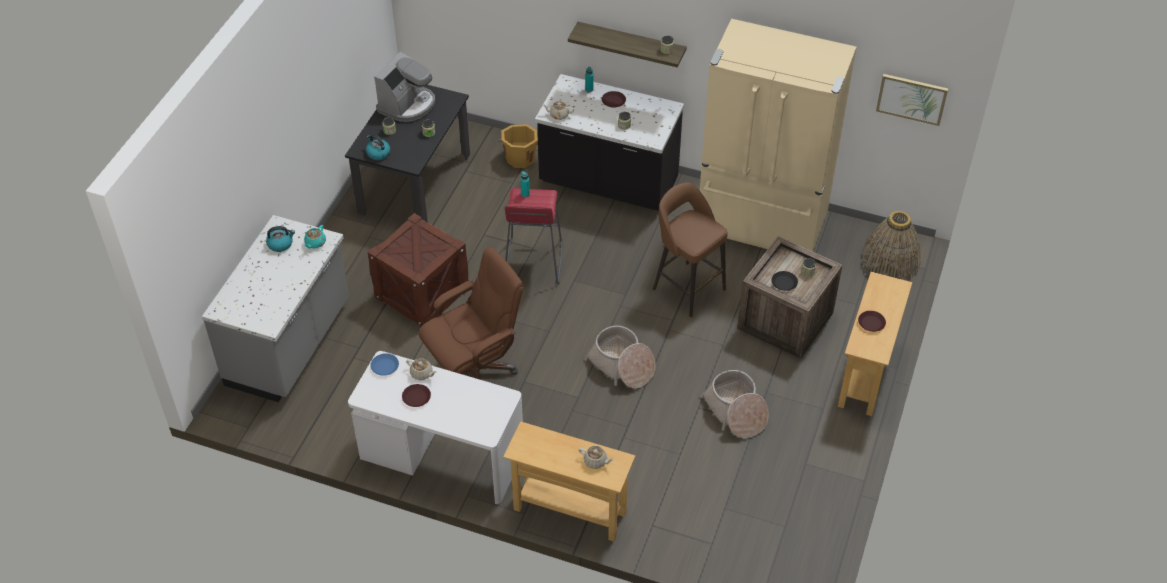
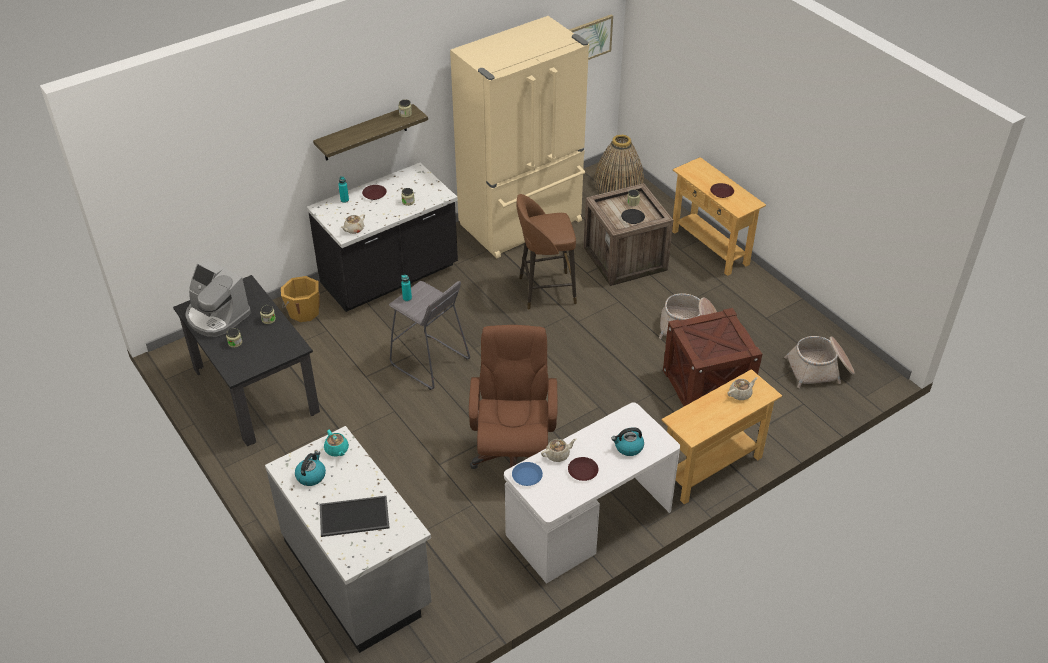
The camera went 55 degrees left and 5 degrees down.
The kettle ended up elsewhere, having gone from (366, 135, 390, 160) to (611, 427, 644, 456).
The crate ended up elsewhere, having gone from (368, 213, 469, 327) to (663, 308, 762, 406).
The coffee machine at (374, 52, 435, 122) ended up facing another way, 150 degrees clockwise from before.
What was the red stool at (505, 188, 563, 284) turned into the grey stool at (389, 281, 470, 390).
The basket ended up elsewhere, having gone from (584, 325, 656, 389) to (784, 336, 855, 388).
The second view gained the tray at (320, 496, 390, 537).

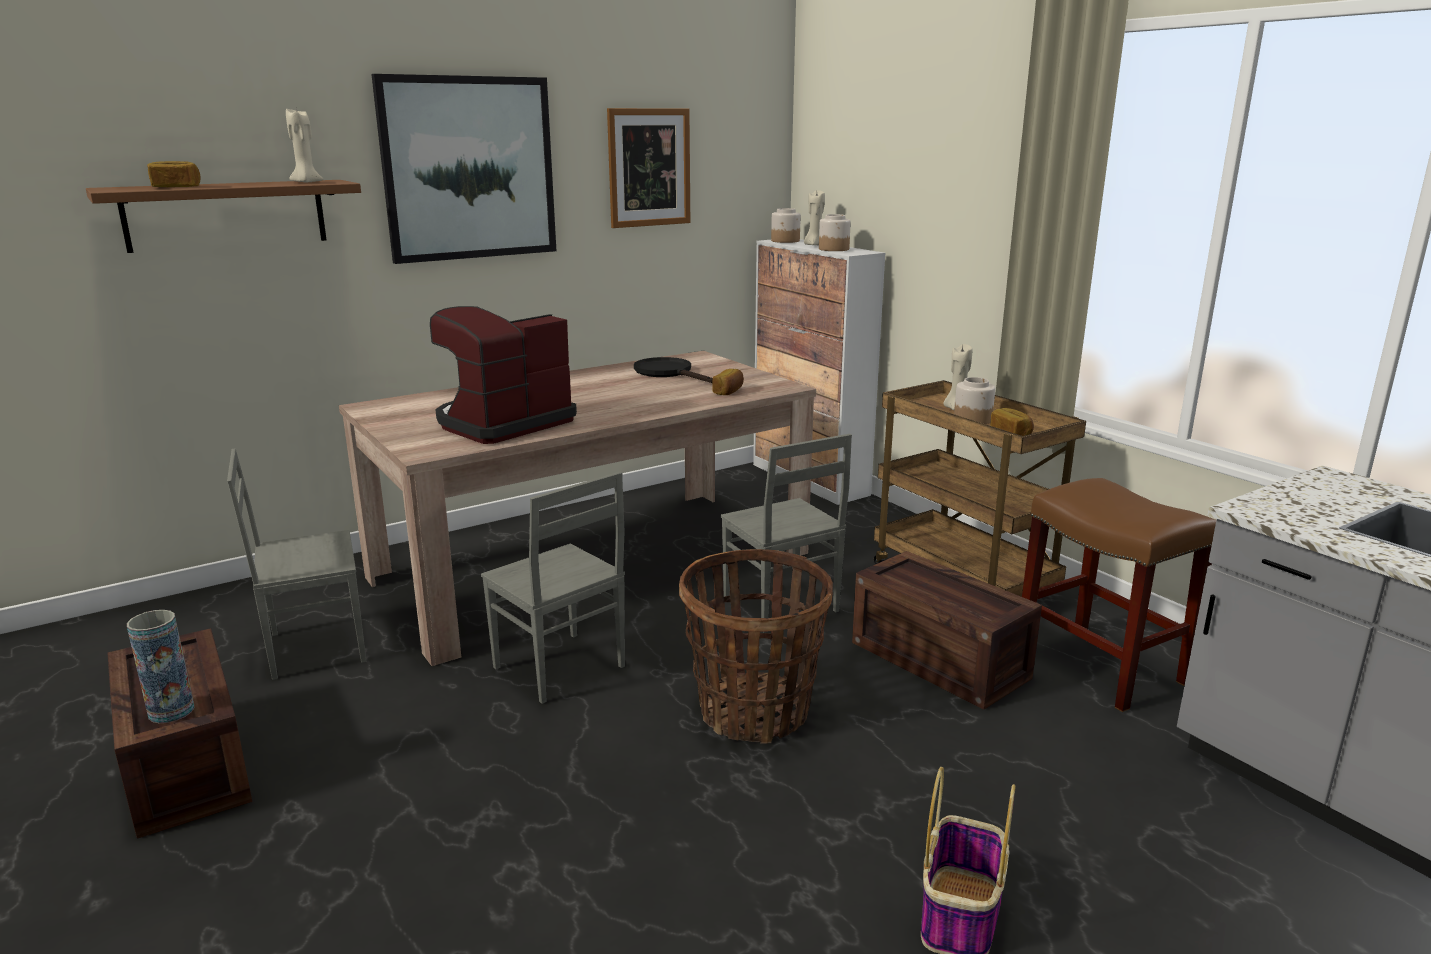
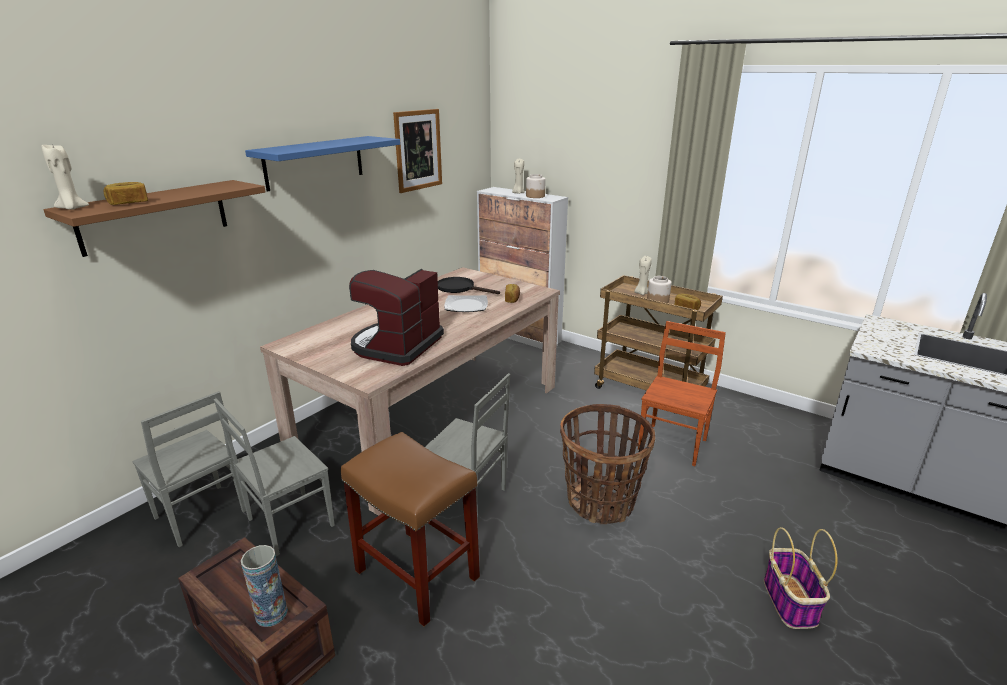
The camera went 20 degrees left and 5 degrees up.
The beige candle ended up elsewhere, having gone from (286, 107, 324, 183) to (42, 144, 89, 210).
Where the picture hung at (371, 74, 556, 264), the blue shelf came to hang at (245, 136, 400, 192).
The grey chair ended up elsewhere, having gone from (721, 434, 852, 632) to (132, 391, 246, 547).
The second view lost the jar at (771, 208, 801, 243).
Where the crate stood at (852, 551, 1042, 710), the brown chair came to stand at (638, 321, 726, 466).
The brown stool ended up elsewhere, having gone from (1022, 478, 1216, 712) to (341, 432, 480, 627).
The second view gained the plate at (444, 295, 488, 312).

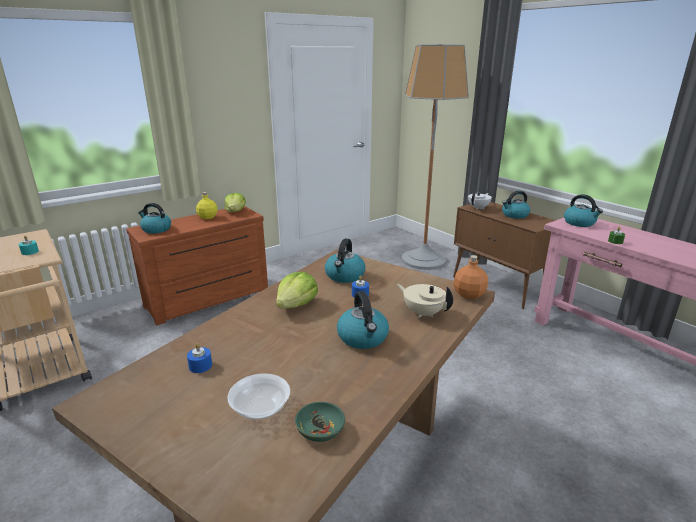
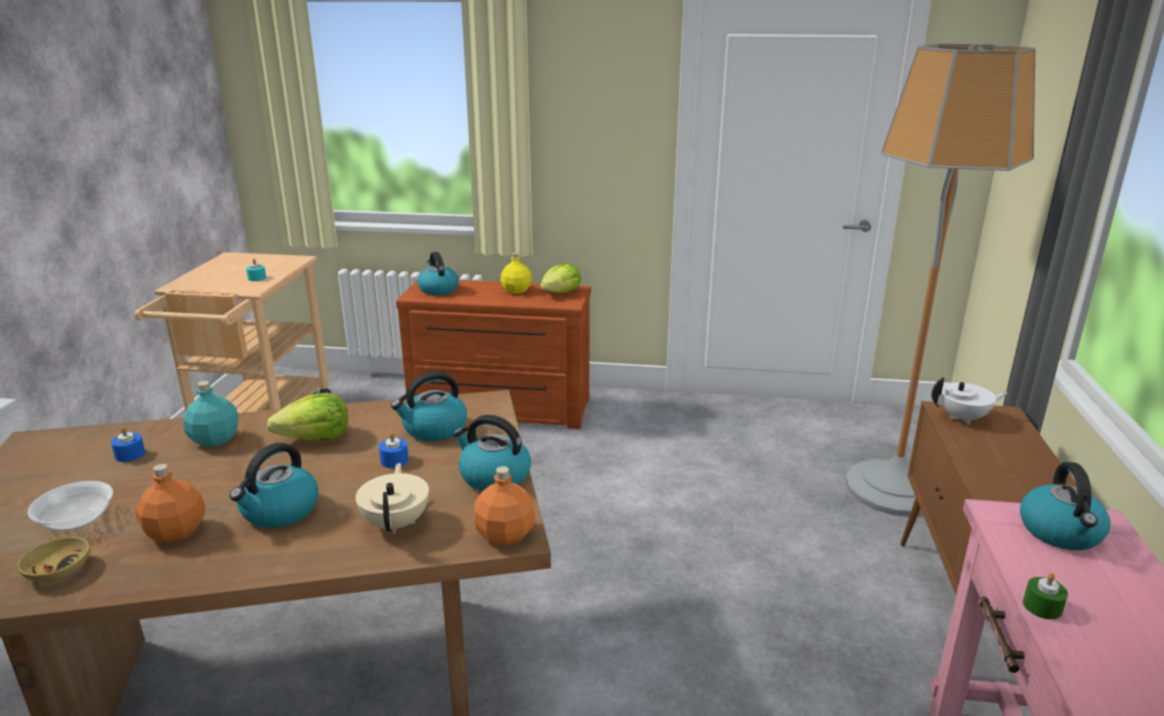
The camera went 45 degrees right and 0 degrees up.
What was the green bowl at (295, 401, 345, 442) turned into the beige bowl at (17, 537, 90, 582).
The kettle ended up elsewhere, having gone from (502, 191, 530, 219) to (453, 415, 531, 491).
The second view gained the orange bottle at (135, 464, 205, 543).
The second view gained the turquoise bottle at (183, 381, 239, 447).

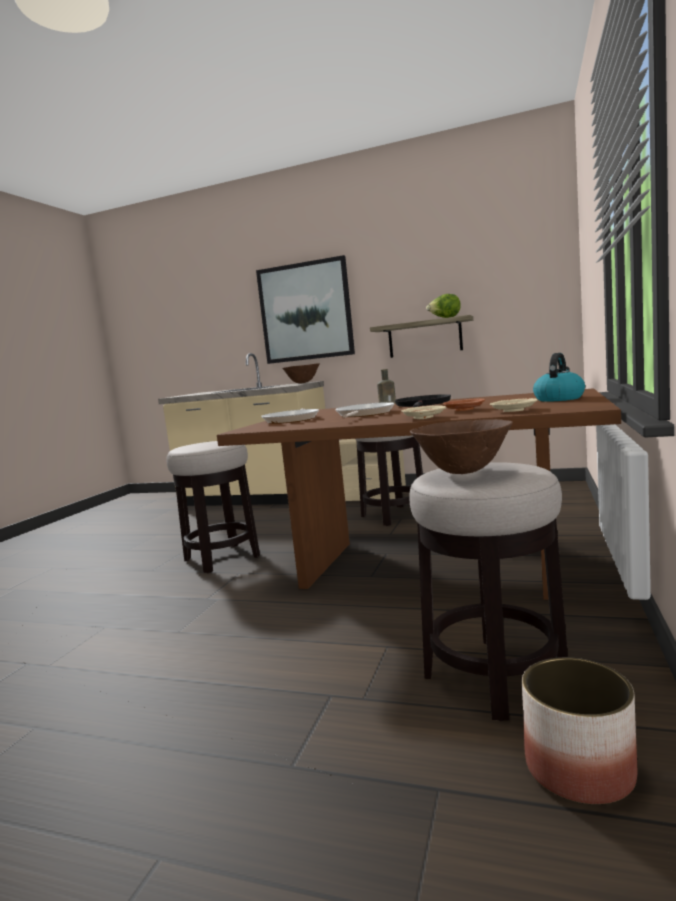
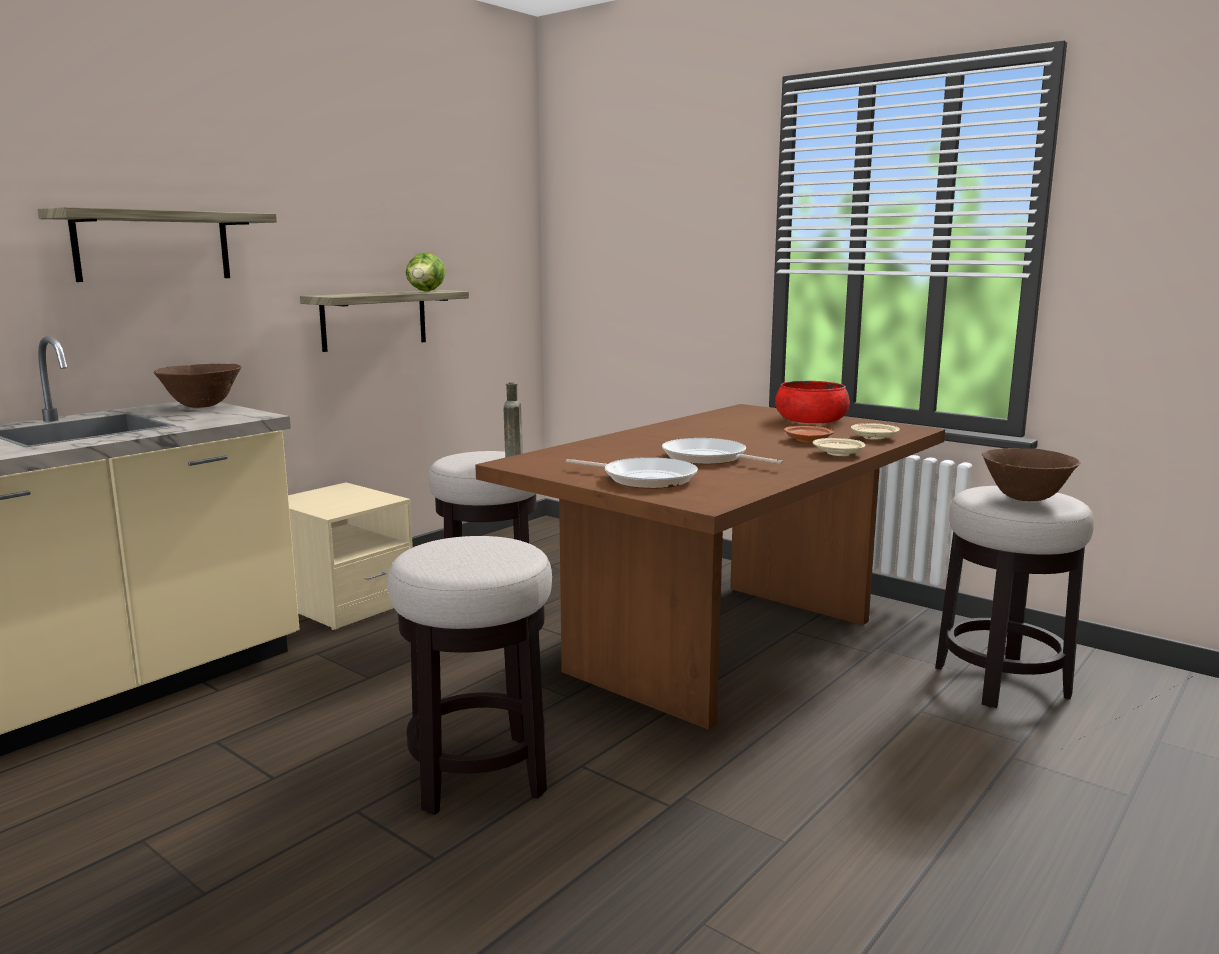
The camera went 70 degrees left and 5 degrees up.
Where the picture hung at (256, 255, 355, 364), the shelf came to hang at (38, 207, 277, 282).
The second view lost the black frying pan at (395, 394, 451, 407).
The second view lost the planter at (522, 657, 637, 804).
Where the kettle stood at (533, 353, 585, 402), the red bowl came to stand at (775, 381, 850, 423).

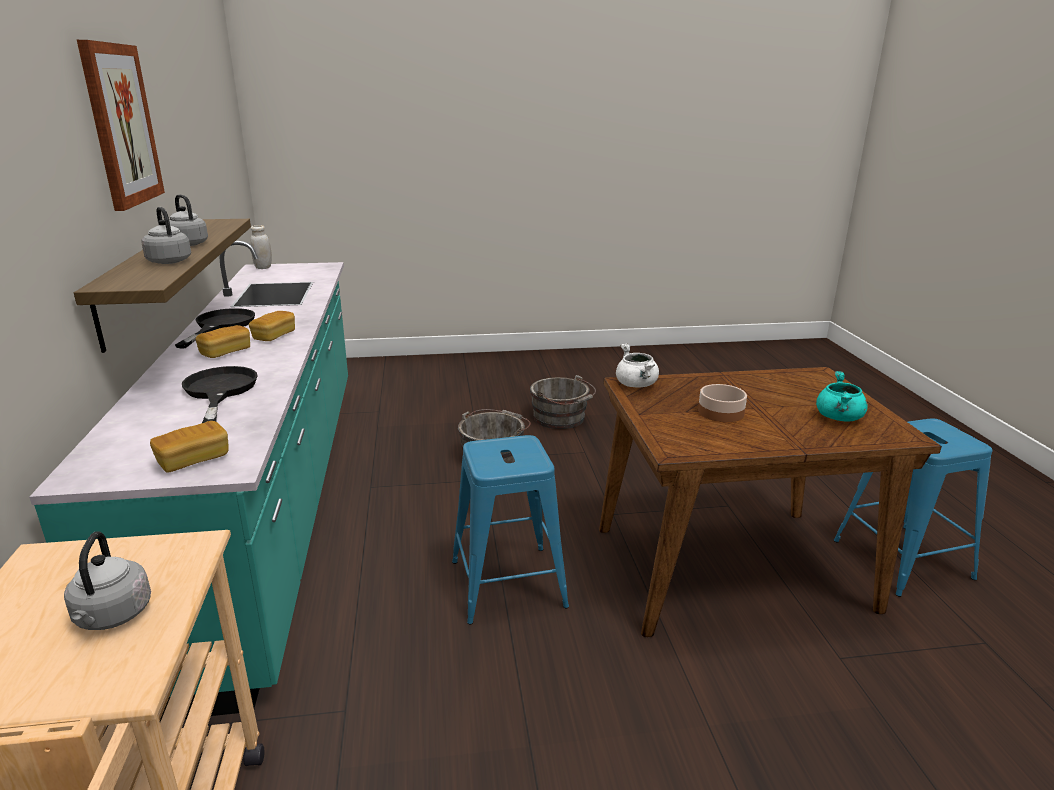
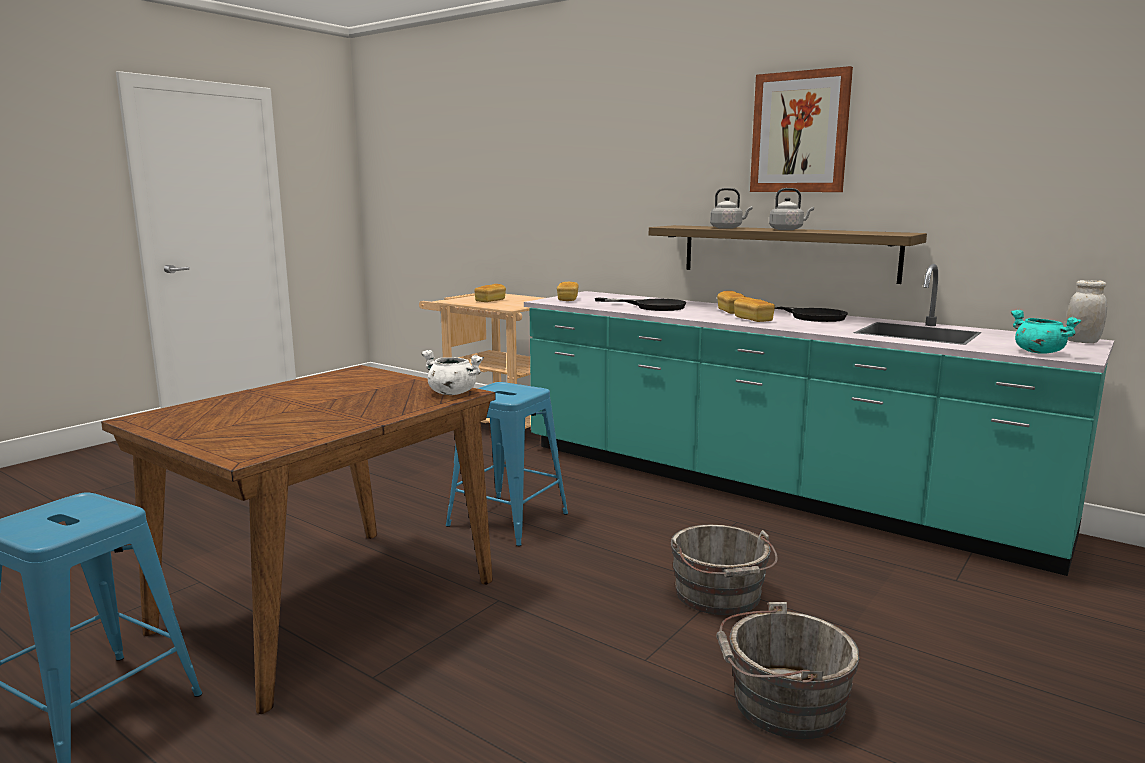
The camera went 135 degrees right and 10 degrees down.
Where the grey kettle stood at (64, 531, 151, 630), the bread came to stand at (474, 284, 506, 302).
The second view lost the bowl at (698, 384, 747, 422).
The turquoise cooking pot ended up elsewhere, having gone from (816, 371, 868, 422) to (1011, 310, 1081, 354).

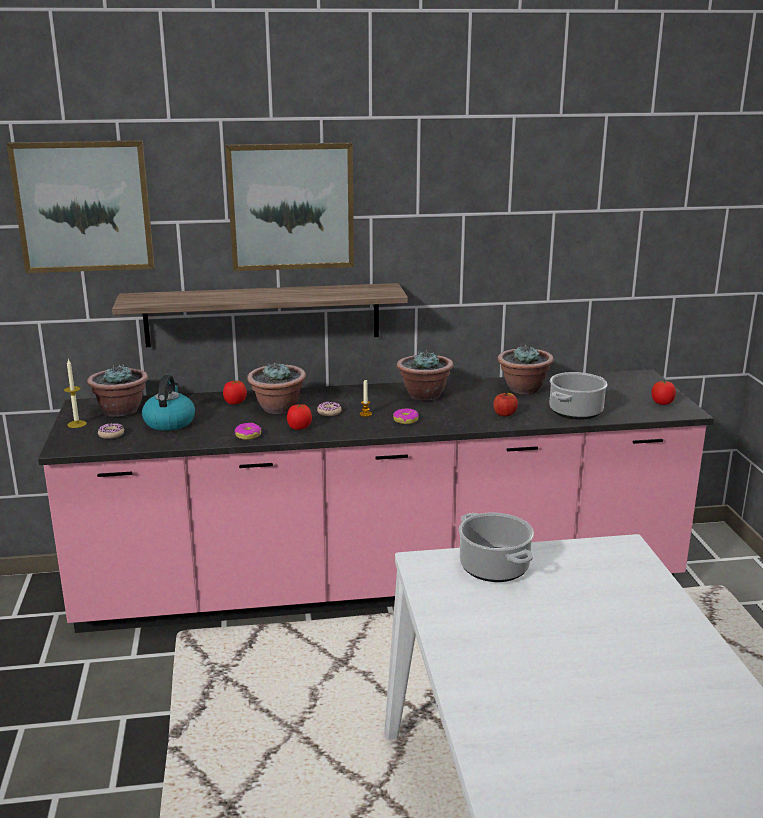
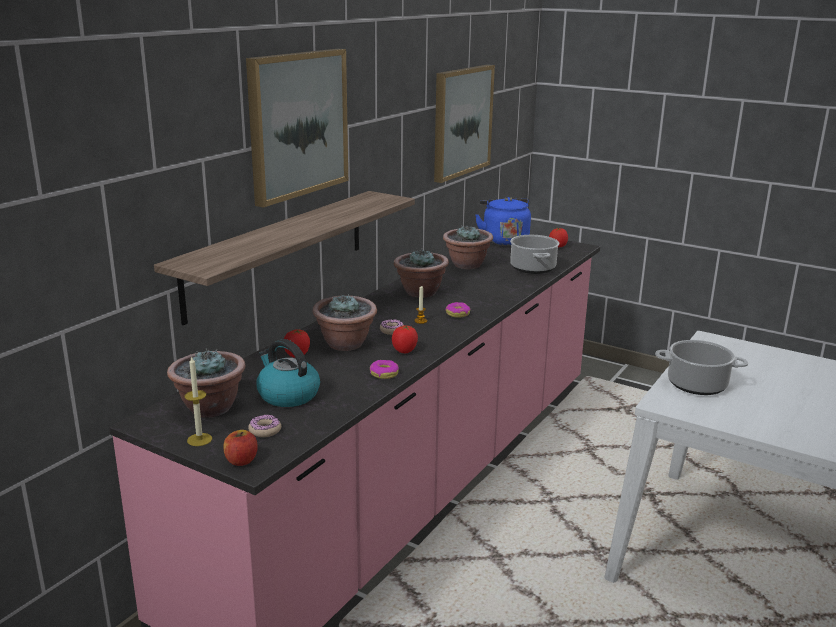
The camera went 50 degrees left and 0 degrees up.
The picture ended up elsewhere, having gone from (7, 140, 155, 273) to (434, 65, 495, 183).
The apple ended up elsewhere, having gone from (493, 393, 518, 417) to (223, 430, 258, 466).
The second view gained the blue kettle at (475, 197, 531, 246).

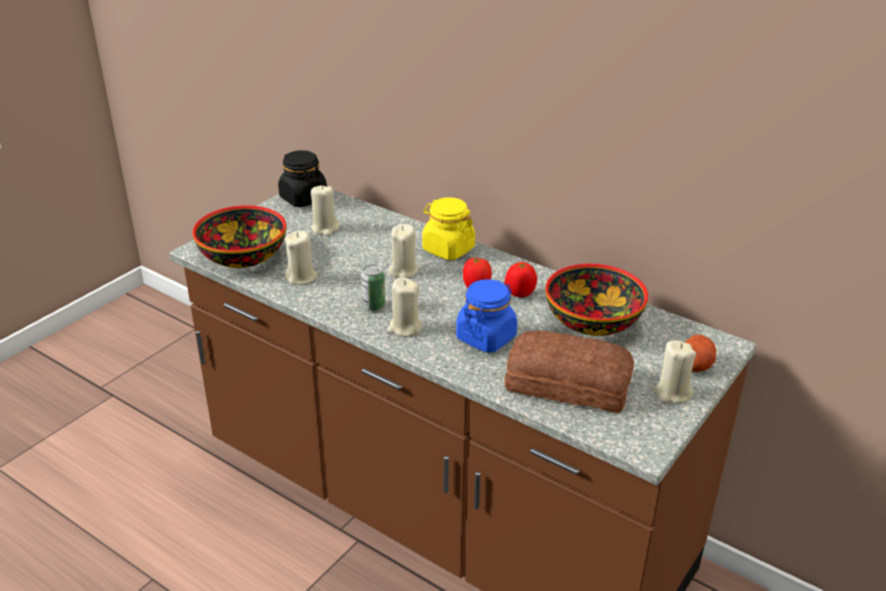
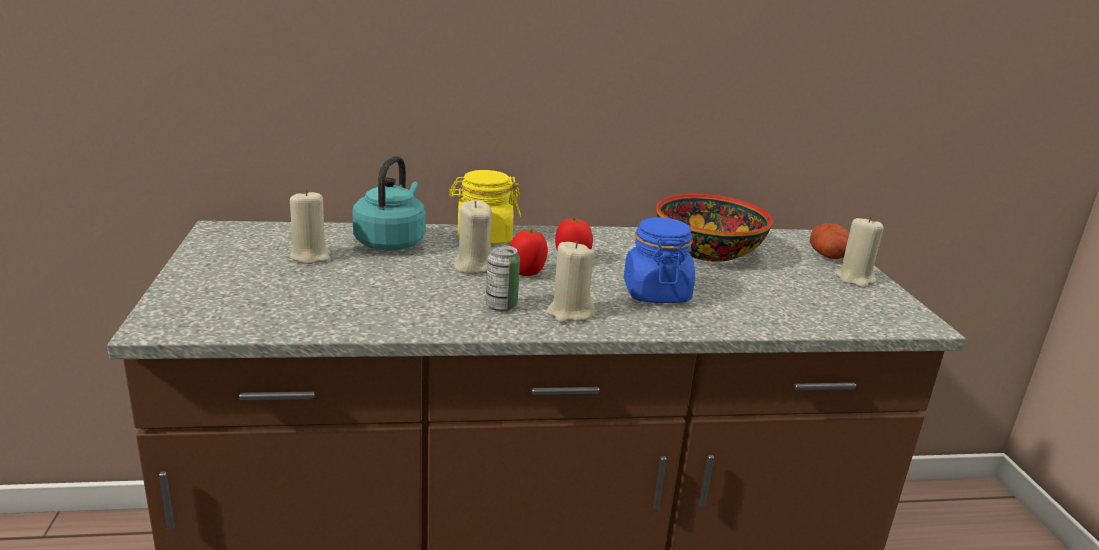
The camera went 45 degrees left and 10 degrees down.
The second view lost the bowl at (192, 205, 286, 268).
The second view lost the black jar at (278, 150, 327, 207).
The second view lost the beige candle at (285, 231, 318, 285).
The second view lost the bread at (504, 330, 634, 413).
The tomato ended up elsewhere, having gone from (505, 262, 537, 297) to (510, 230, 548, 276).
The second view gained the turquoise kettle at (352, 156, 426, 250).

